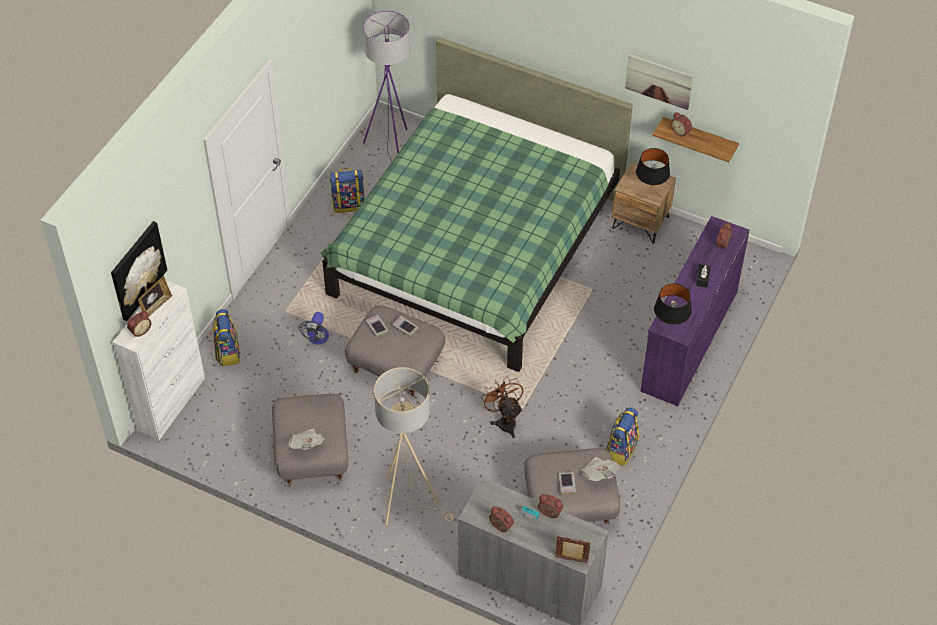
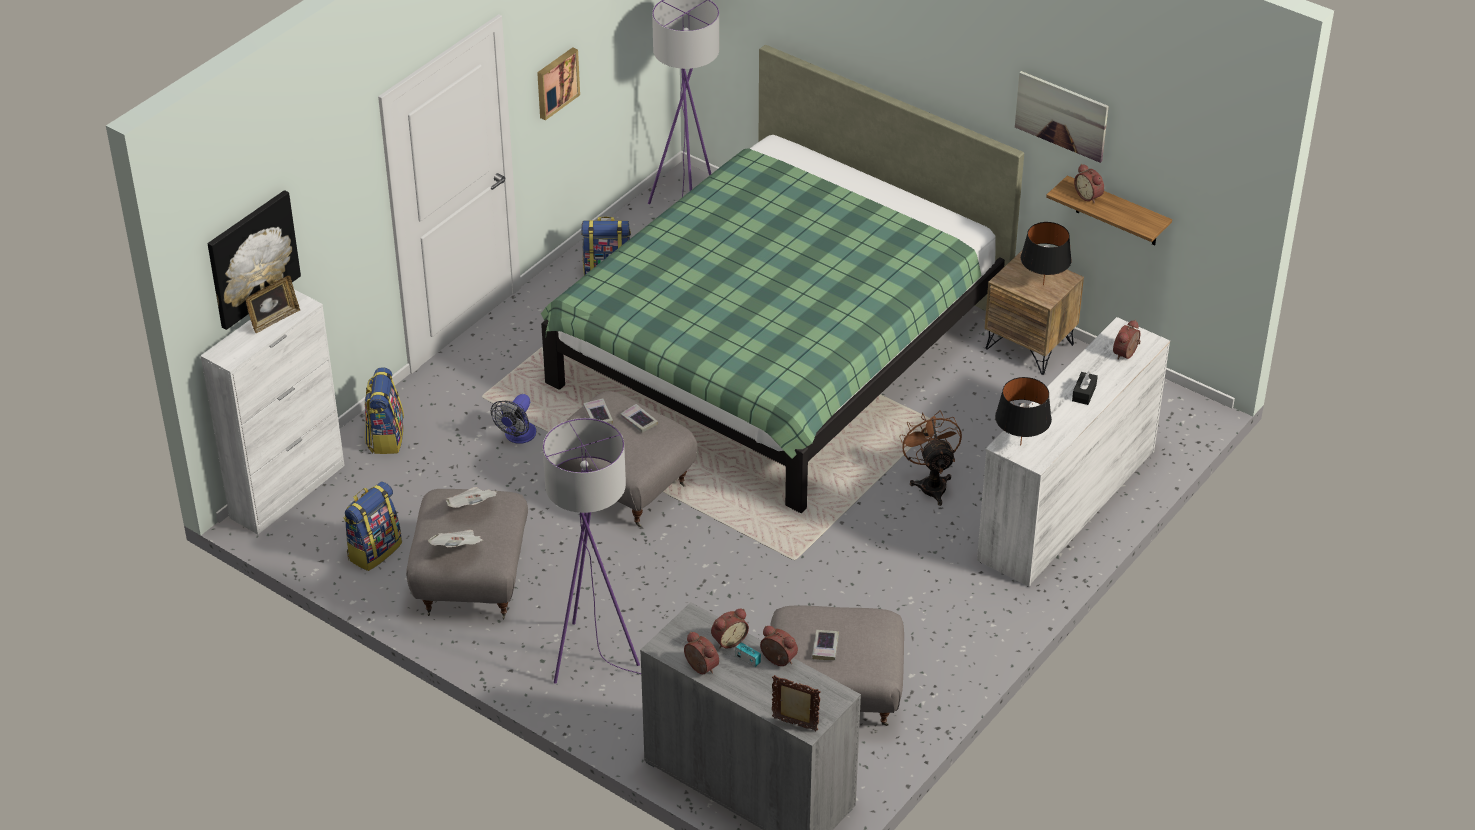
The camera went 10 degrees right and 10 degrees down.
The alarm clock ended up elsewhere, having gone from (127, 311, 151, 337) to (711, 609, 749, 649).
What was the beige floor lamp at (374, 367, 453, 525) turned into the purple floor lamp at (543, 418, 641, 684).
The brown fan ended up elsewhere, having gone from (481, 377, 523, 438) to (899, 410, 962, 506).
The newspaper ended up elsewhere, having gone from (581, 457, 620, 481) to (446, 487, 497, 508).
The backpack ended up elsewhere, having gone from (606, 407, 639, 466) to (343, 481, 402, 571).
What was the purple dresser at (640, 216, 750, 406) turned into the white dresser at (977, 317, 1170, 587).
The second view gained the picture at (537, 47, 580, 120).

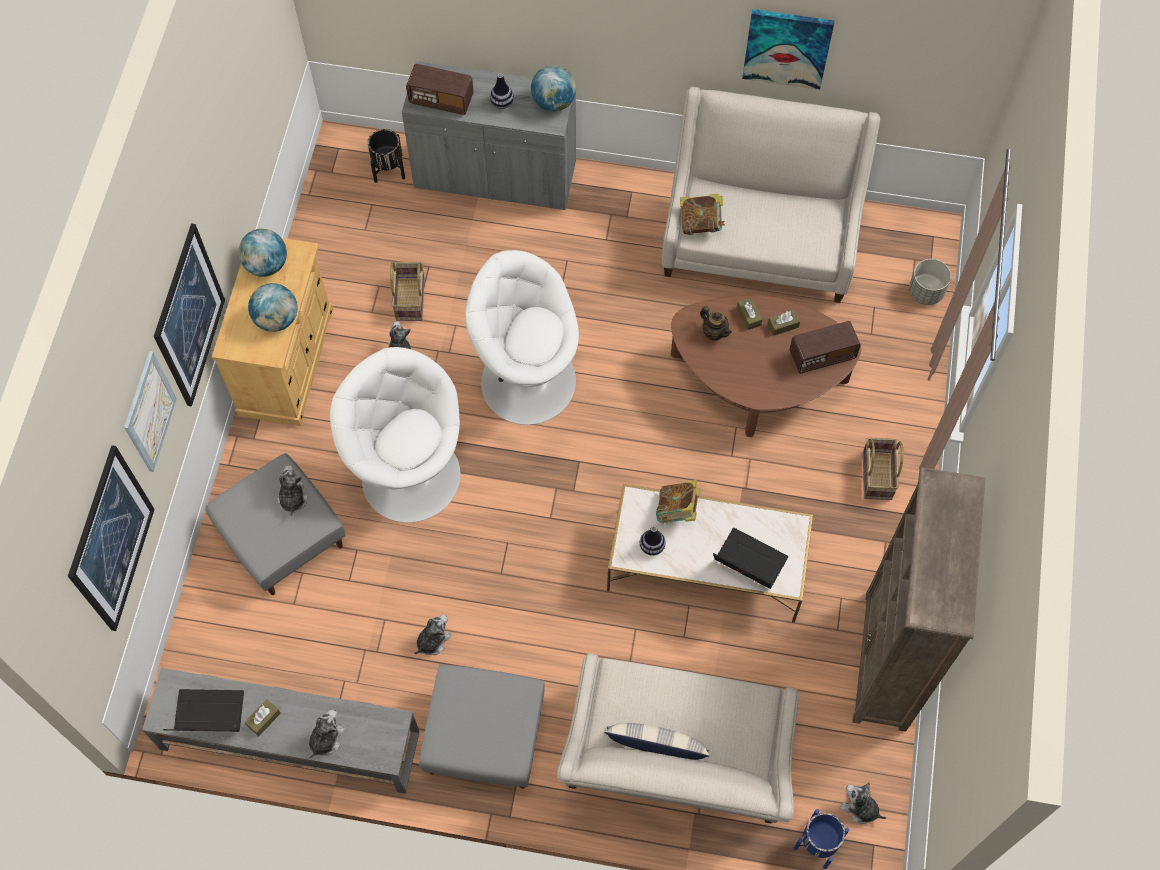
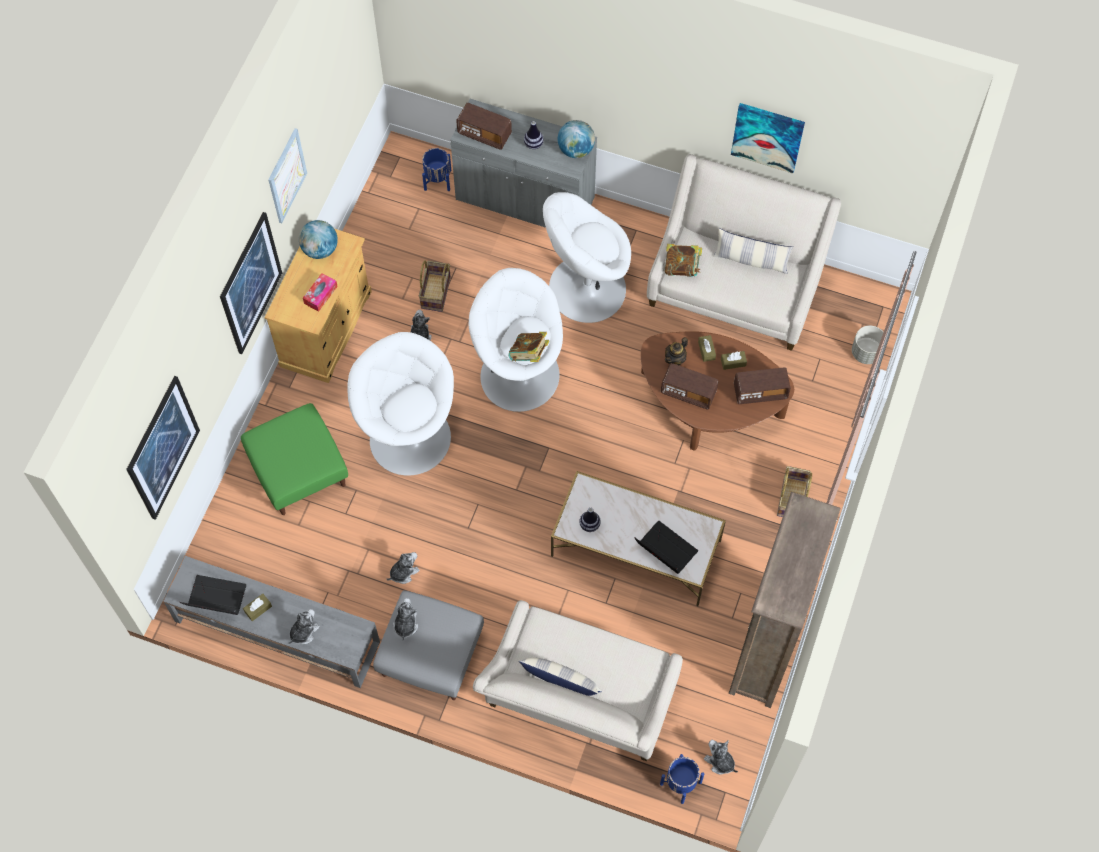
The camera went 10 degrees right and 0 degrees up.
The picture ended up elsewhere, having gone from (124, 351, 177, 472) to (269, 128, 307, 223).
What was the grey ottoman at (205, 453, 346, 595) turned into the green ottoman at (241, 403, 348, 515).
Where the globe stood at (248, 283, 297, 332), the tissue box came to stand at (303, 273, 338, 312).
The plush toy ended up elsewhere, having gone from (278, 465, 308, 516) to (393, 598, 418, 641).
What was the black planter at (368, 129, 405, 183) turned into the blue planter at (422, 148, 451, 191).
The book ended up elsewhere, having gone from (656, 480, 701, 524) to (508, 332, 549, 362).
The teapot at (700, 306, 732, 340) ended up facing another way, 75 degrees clockwise from before.
The second view gained the white armchair at (543, 192, 631, 323).
The second view gained the radio at (661, 363, 719, 410).
The second view gained the pillow at (713, 228, 793, 274).

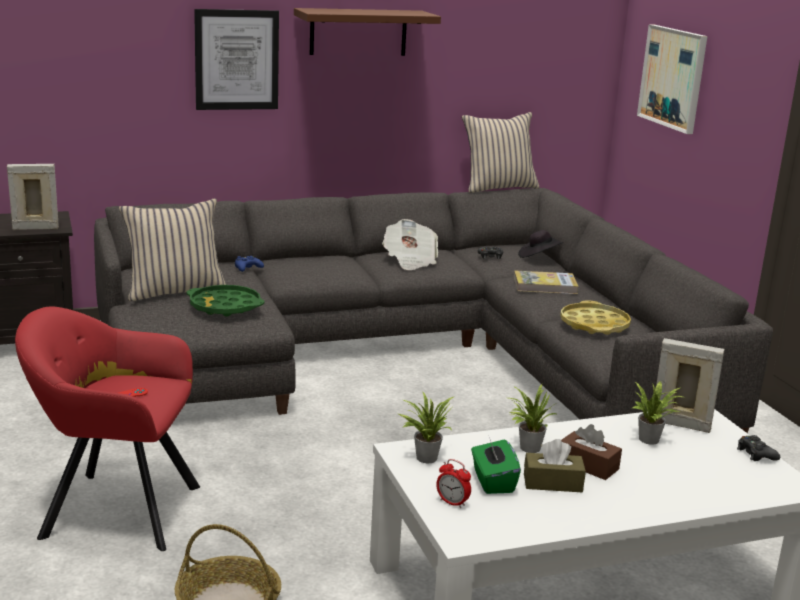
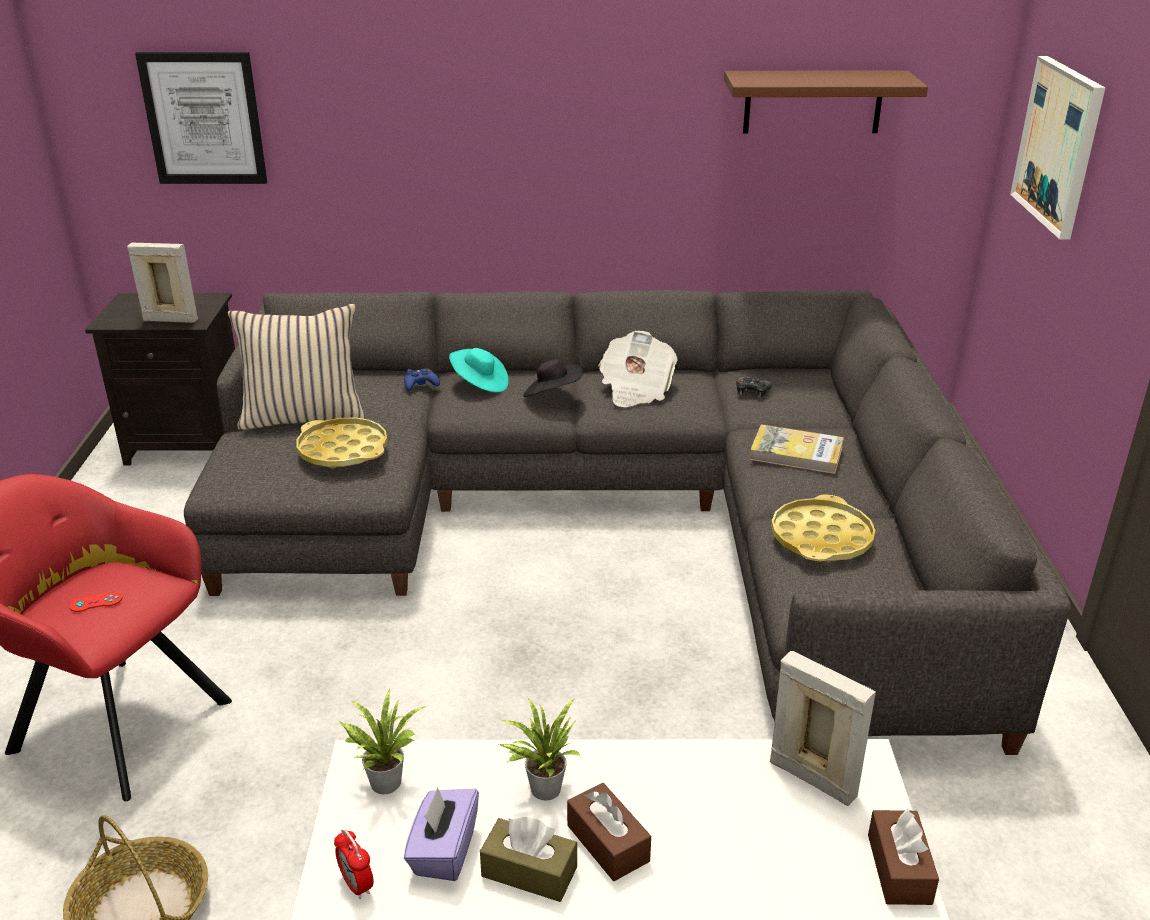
The camera went 20 degrees right and 10 degrees up.
What was the green tray at (187, 285, 264, 317) turned into the yellow tray at (296, 417, 387, 468).
The picture ended up elsewhere, having gone from (194, 9, 279, 110) to (135, 52, 267, 184).
The brown shelf ended up elsewhere, having gone from (294, 8, 441, 56) to (724, 71, 928, 133).
The second view lost the beige pillow at (462, 112, 540, 193).
What was the green tissue box at (471, 437, 521, 494) turned into the purple tissue box at (404, 787, 479, 881).
The black hat ended up elsewhere, having gone from (518, 230, 563, 258) to (523, 359, 583, 397).
The second view lost the potted plant at (633, 382, 683, 445).
Where the black game controller stood at (737, 435, 780, 461), the brown tissue box came to stand at (868, 809, 939, 905).
The second view gained the turquoise hat at (449, 348, 509, 392).

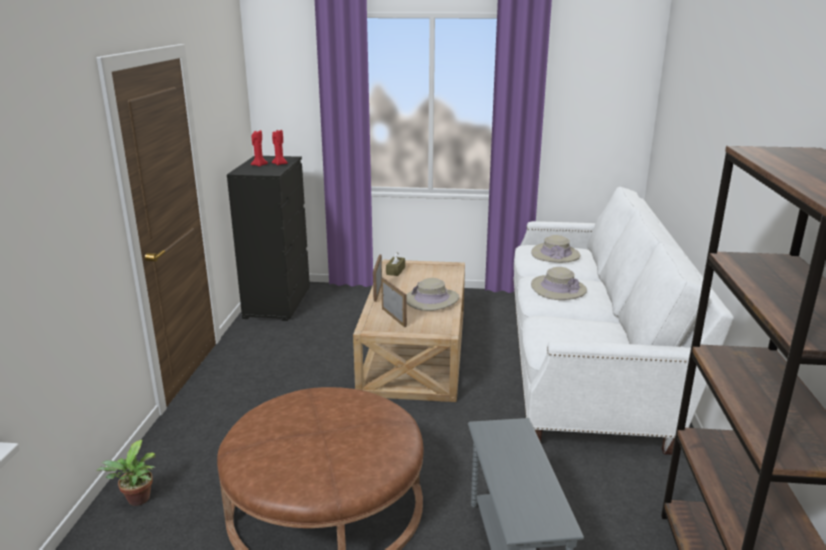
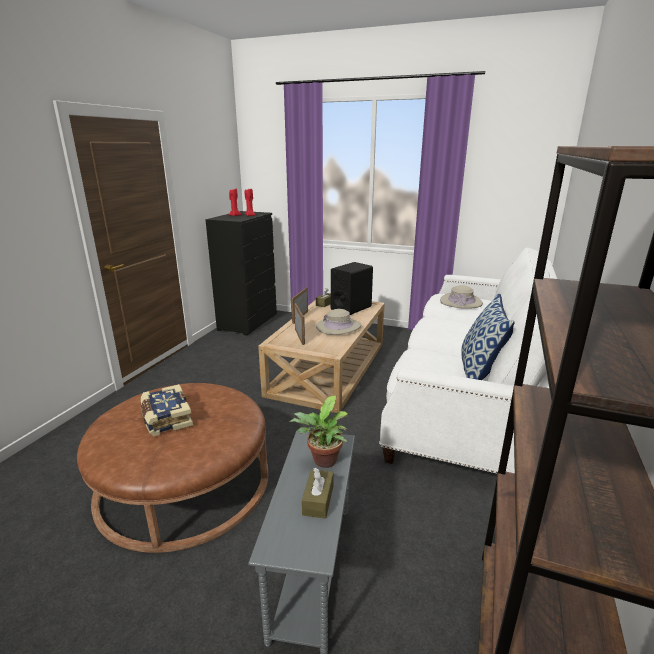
The camera went 15 degrees right and 0 degrees up.
The potted plant ended up elsewhere, having gone from (96, 440, 156, 506) to (290, 395, 348, 468).
The second view lost the beige hat at (531, 267, 587, 300).
The second view gained the book at (141, 384, 193, 436).
The second view gained the brown tissue box at (302, 468, 333, 519).
The second view gained the black speaker at (331, 262, 373, 315).
The second view gained the pillow at (461, 293, 515, 380).

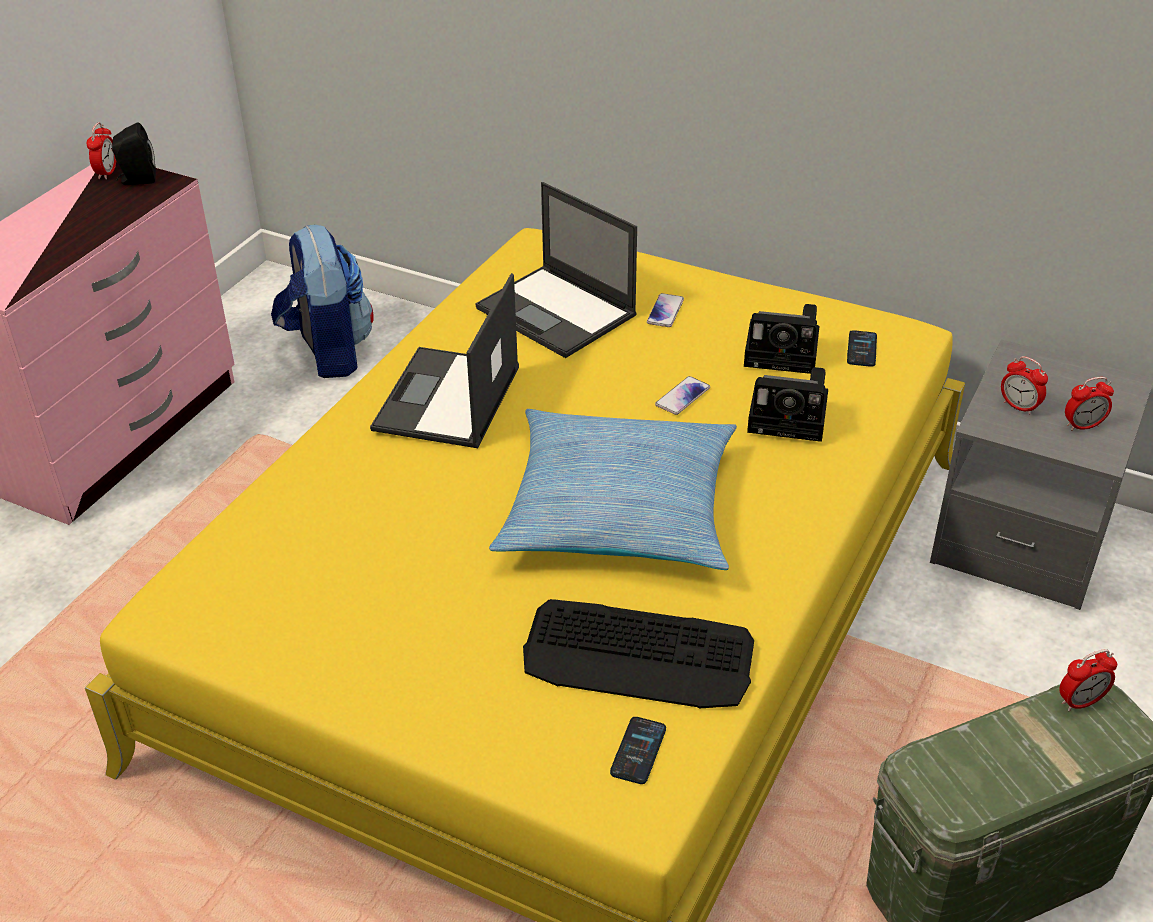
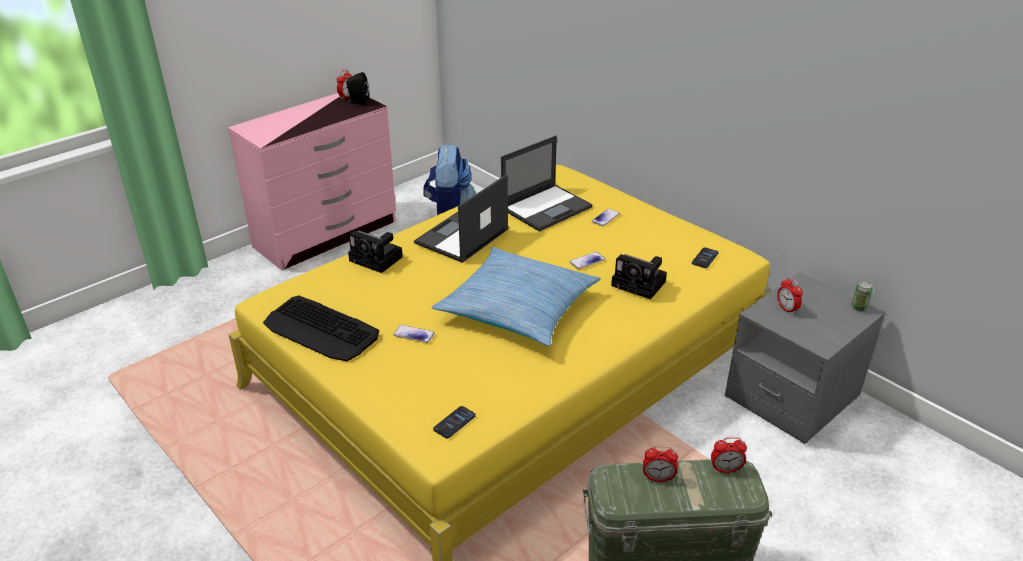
The camera went 20 degrees right and 5 degrees down.
The laptop at (475, 182, 637, 358) ended up facing another way, 105 degrees counterclockwise from before.
The keyboard ended up elsewhere, having gone from (523, 599, 754, 709) to (263, 295, 379, 361).
The photo camera ended up elsewhere, having gone from (744, 304, 819, 374) to (348, 230, 403, 273).
The alarm clock ended up elsewhere, having gone from (1065, 377, 1114, 431) to (643, 445, 678, 482).
The second view gained the phone at (393, 325, 435, 343).
The second view gained the can at (851, 281, 873, 312).

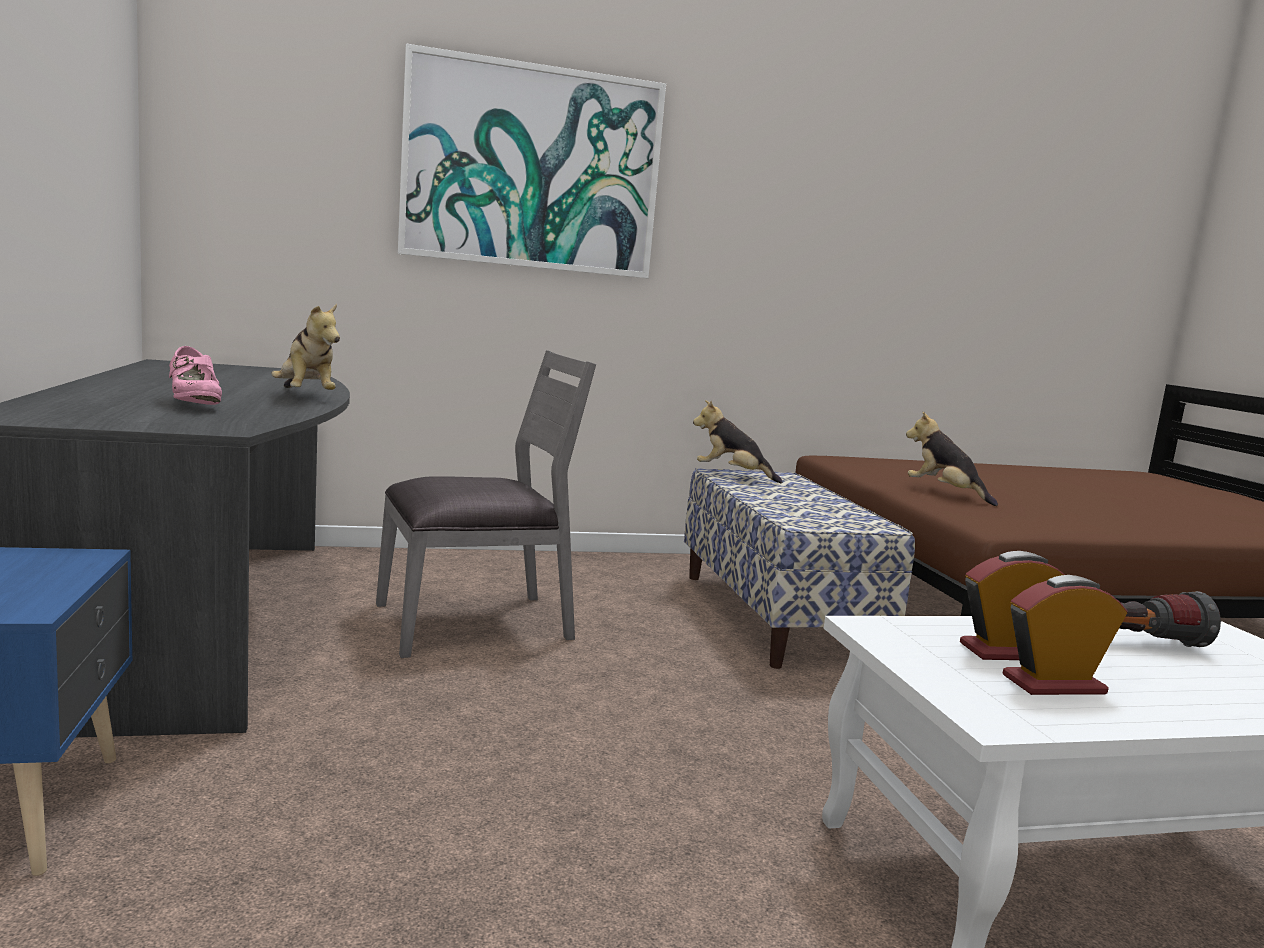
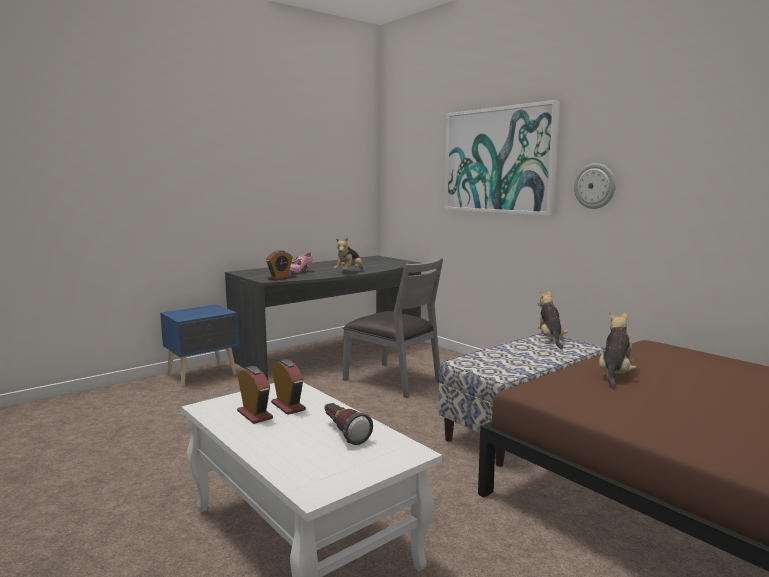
The camera went 65 degrees right and 0 degrees up.
The second view gained the alarm clock at (266, 250, 293, 280).
The second view gained the wall clock at (574, 163, 616, 209).

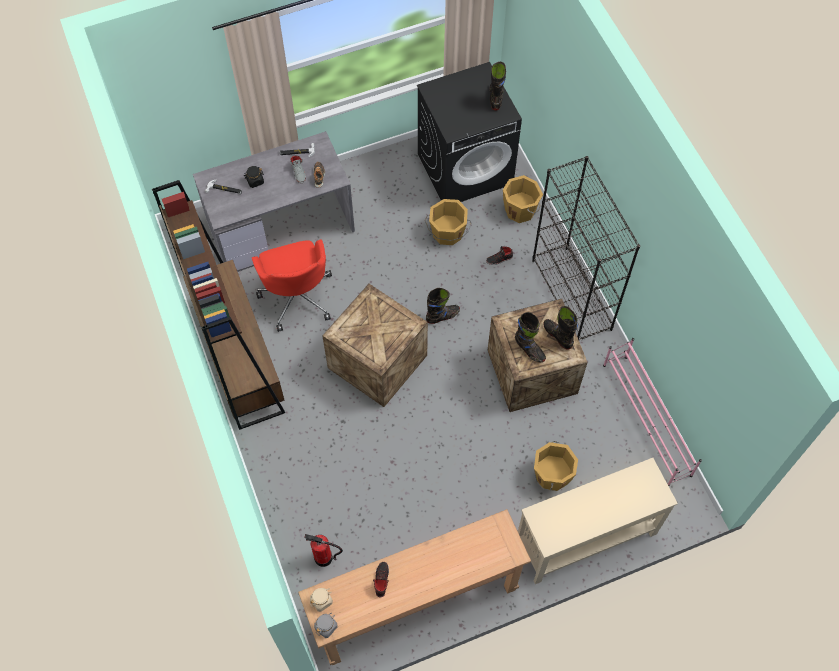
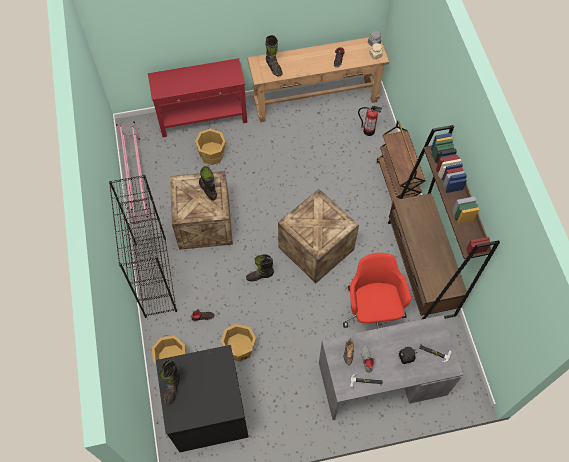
The camera went 170 degrees left and 0 degrees up.
What was the beige console table at (518, 458, 678, 584) turned into the red console table at (148, 58, 247, 137).
The black boot ended up elsewhere, having gone from (543, 306, 578, 350) to (265, 35, 283, 76).
The second view gained the brown cart at (377, 121, 426, 203).

